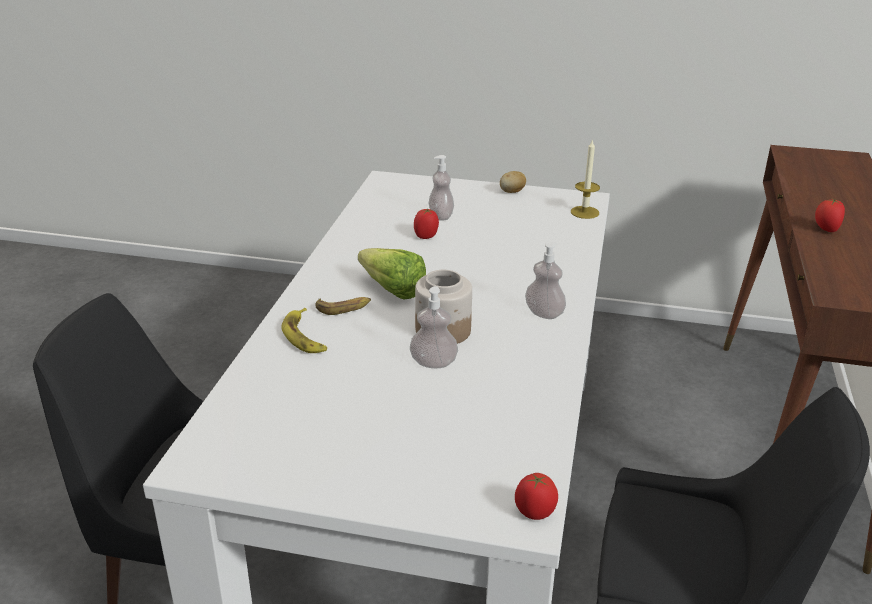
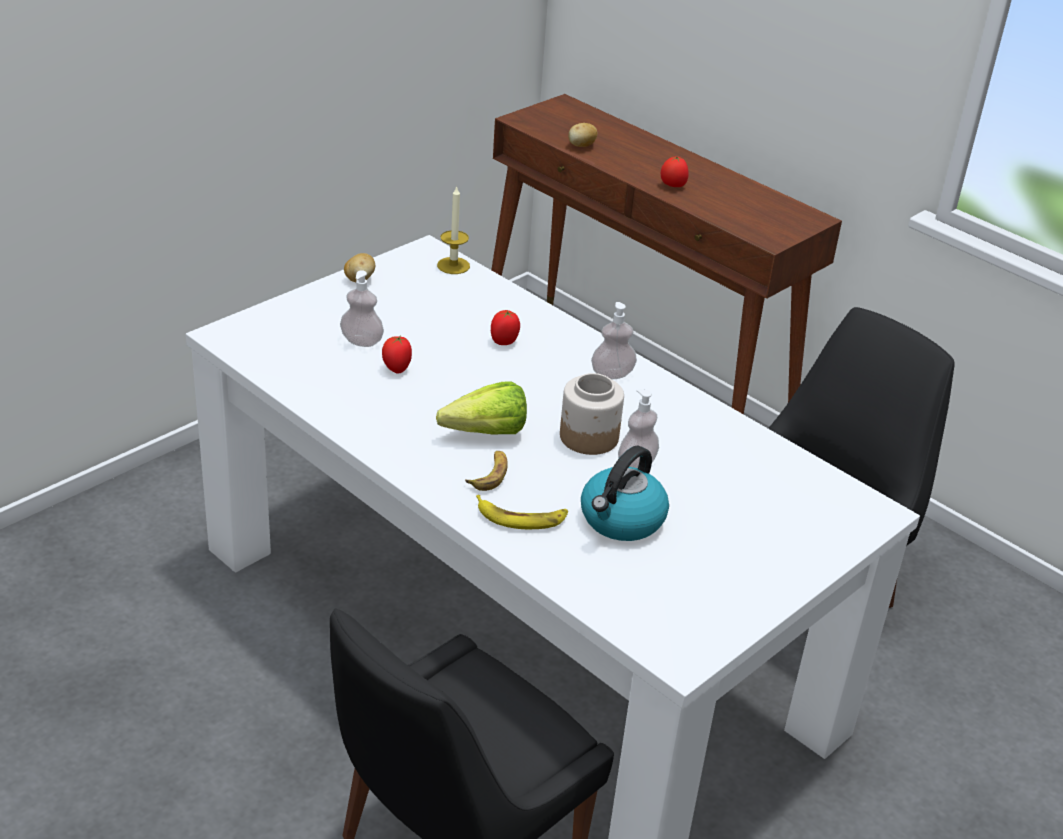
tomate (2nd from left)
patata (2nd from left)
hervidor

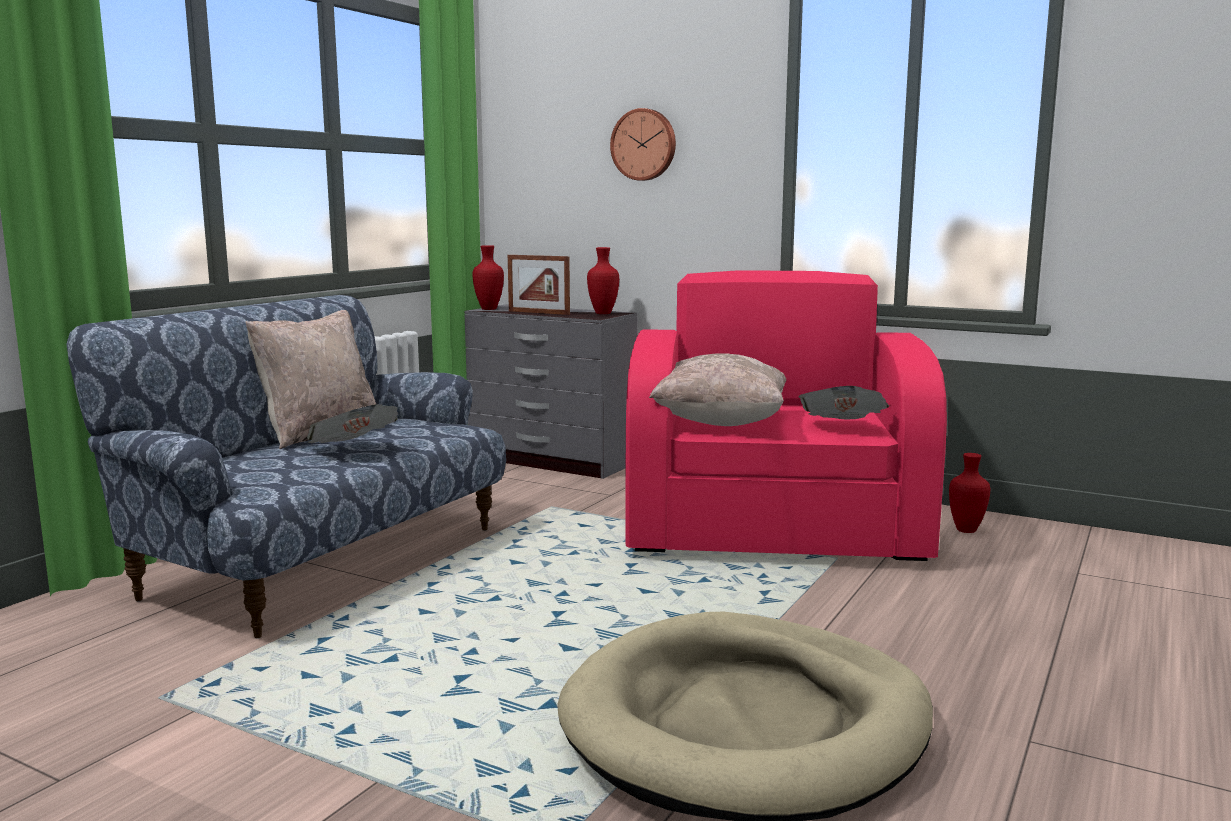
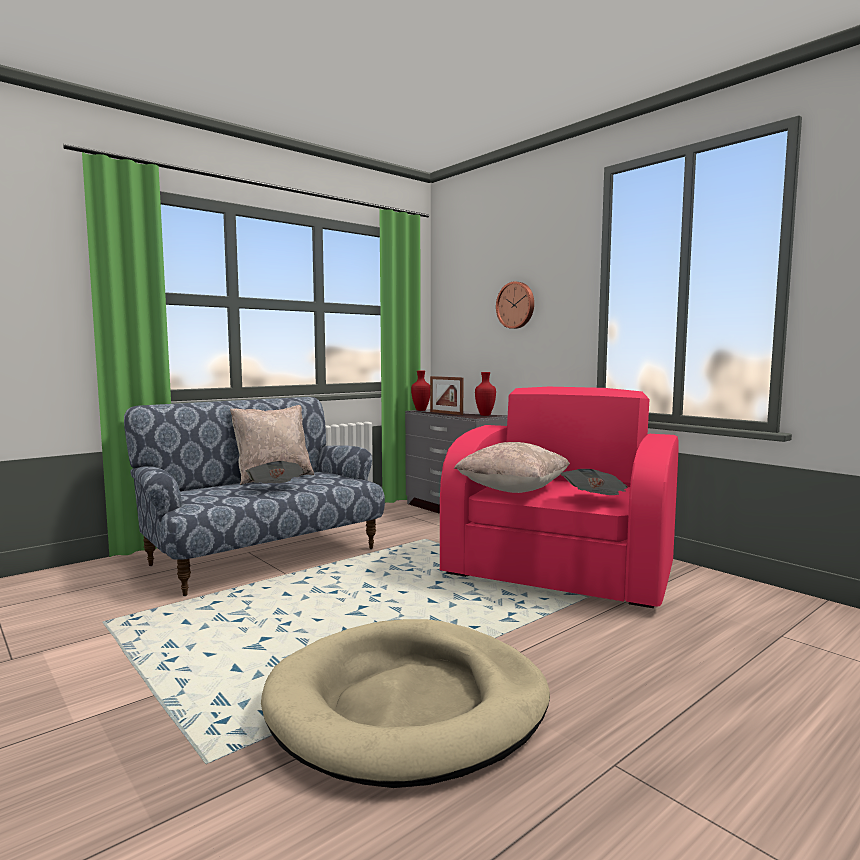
florero (rojo) (3rd from left in the first image)

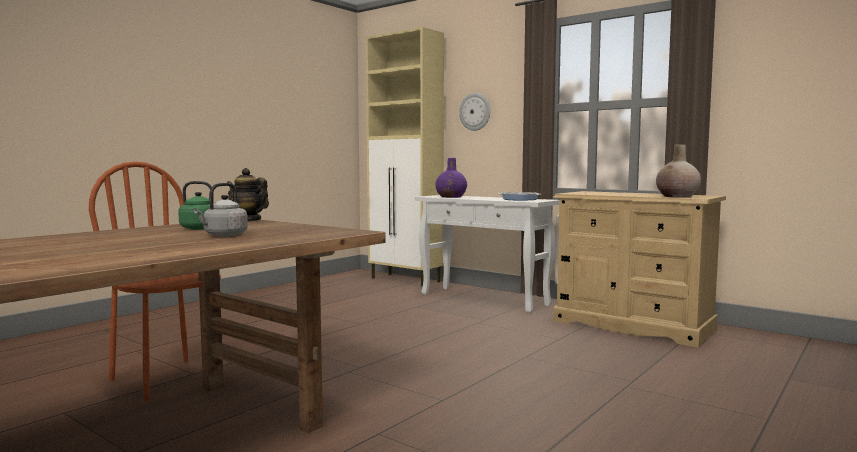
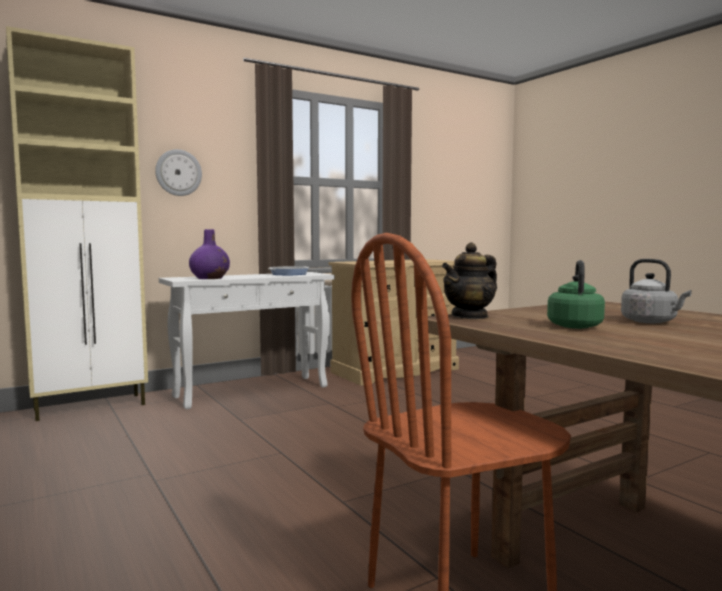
florero (beis)

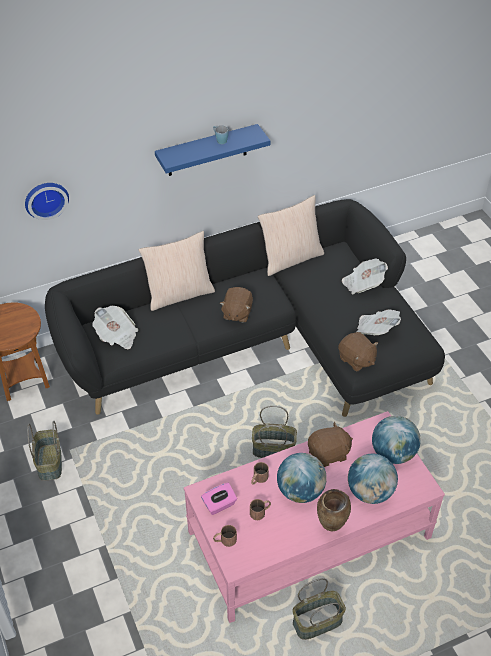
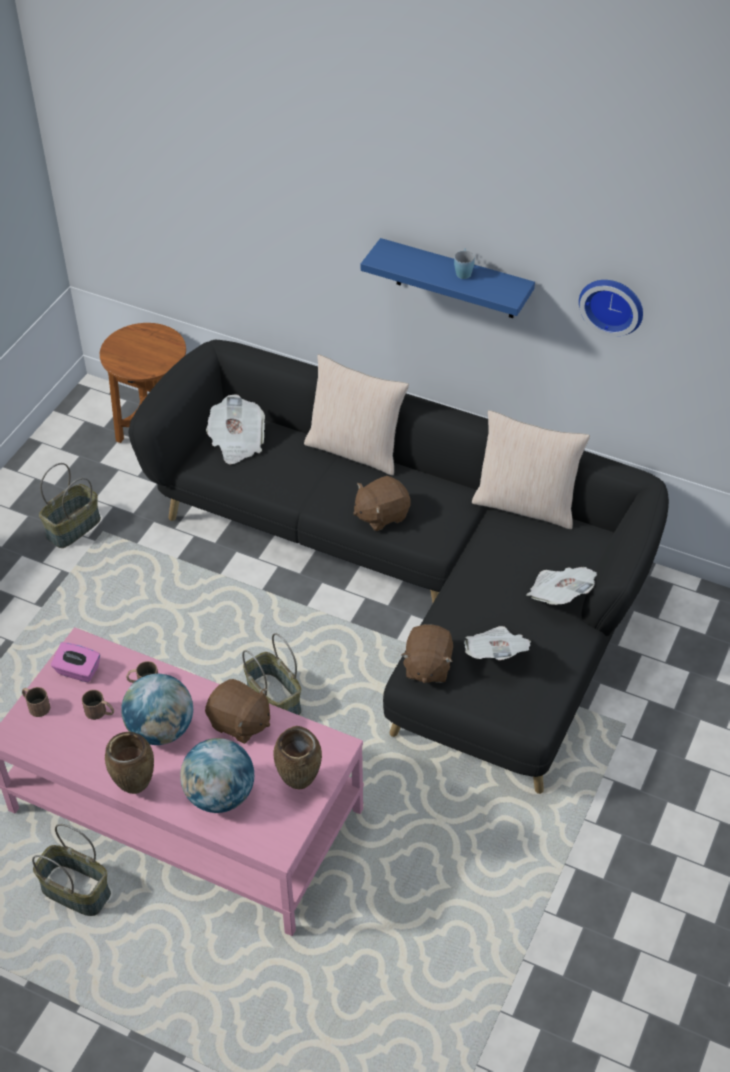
florero (marrón) (2nd from left)
reloj de pared

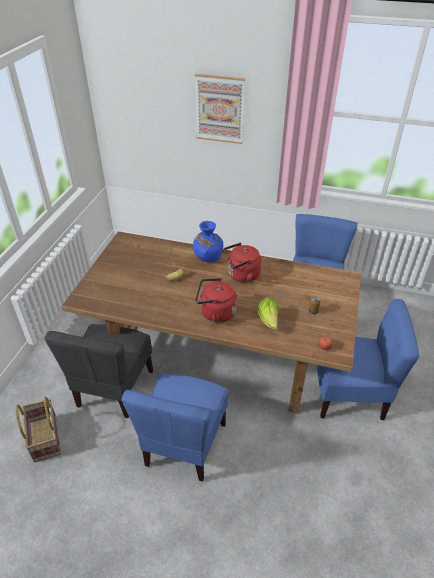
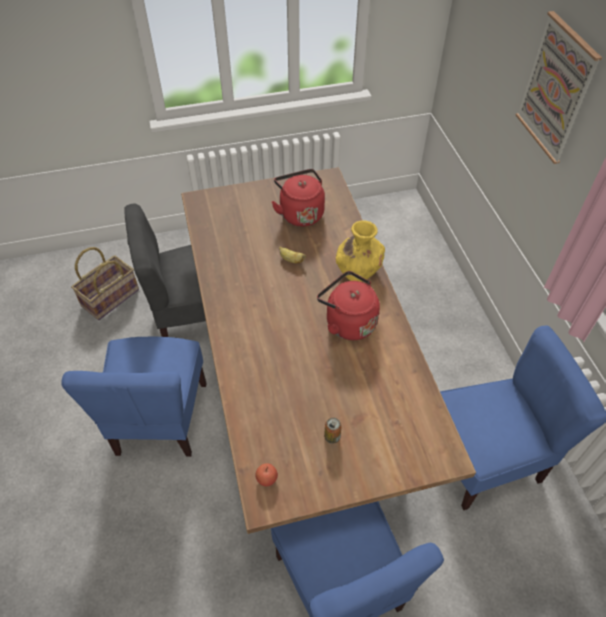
silla (azul) (1st from left)
hervidor (rojo) (1st from left)
florero (amarillo)
lechuga

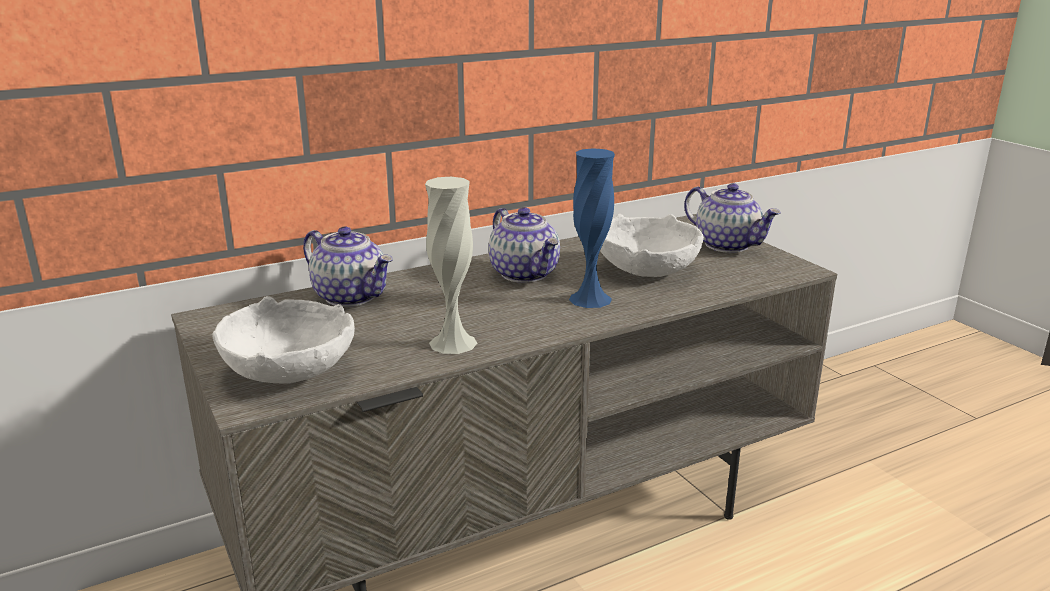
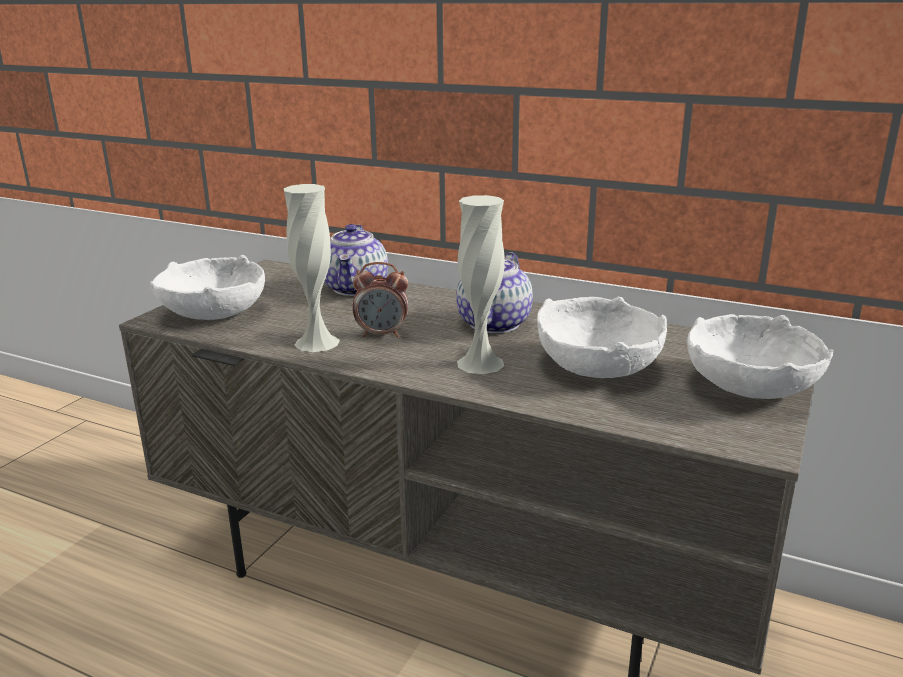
despertador
florero (blanco) (2nd from left)
cuenco (blanco) (3rd from left)

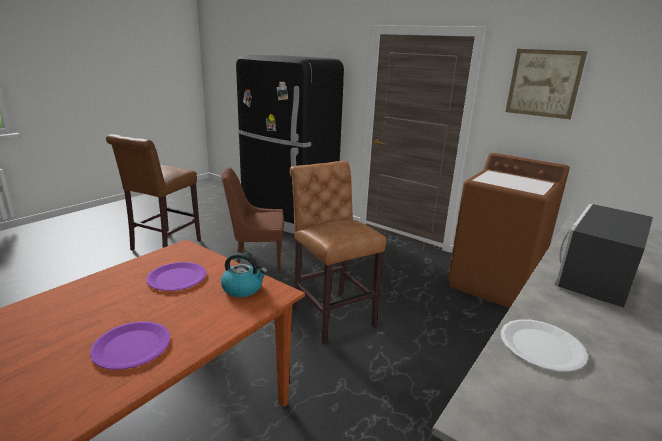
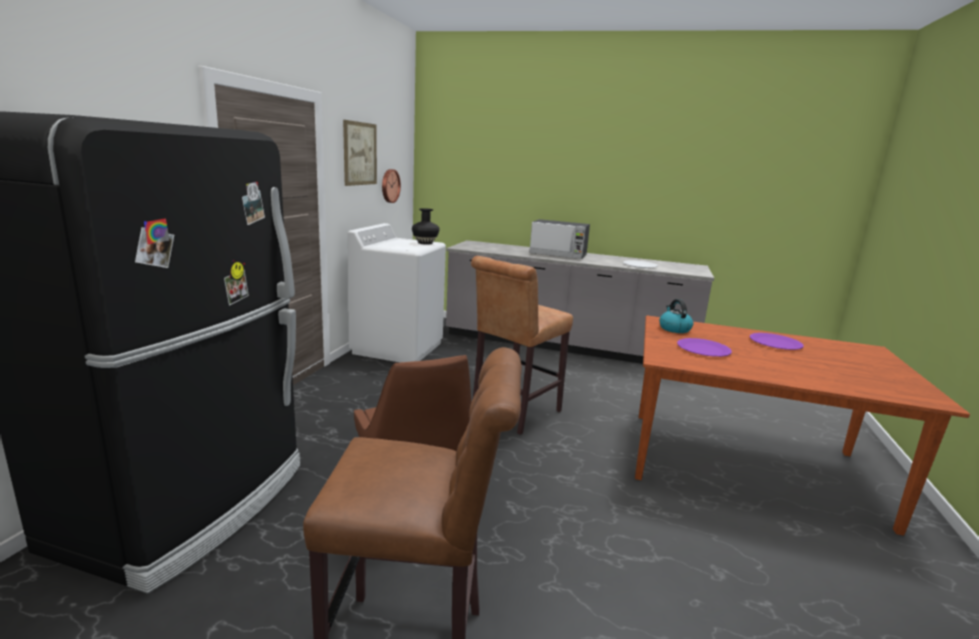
lavadora (blanco)
reloj de pared
florero (negro)

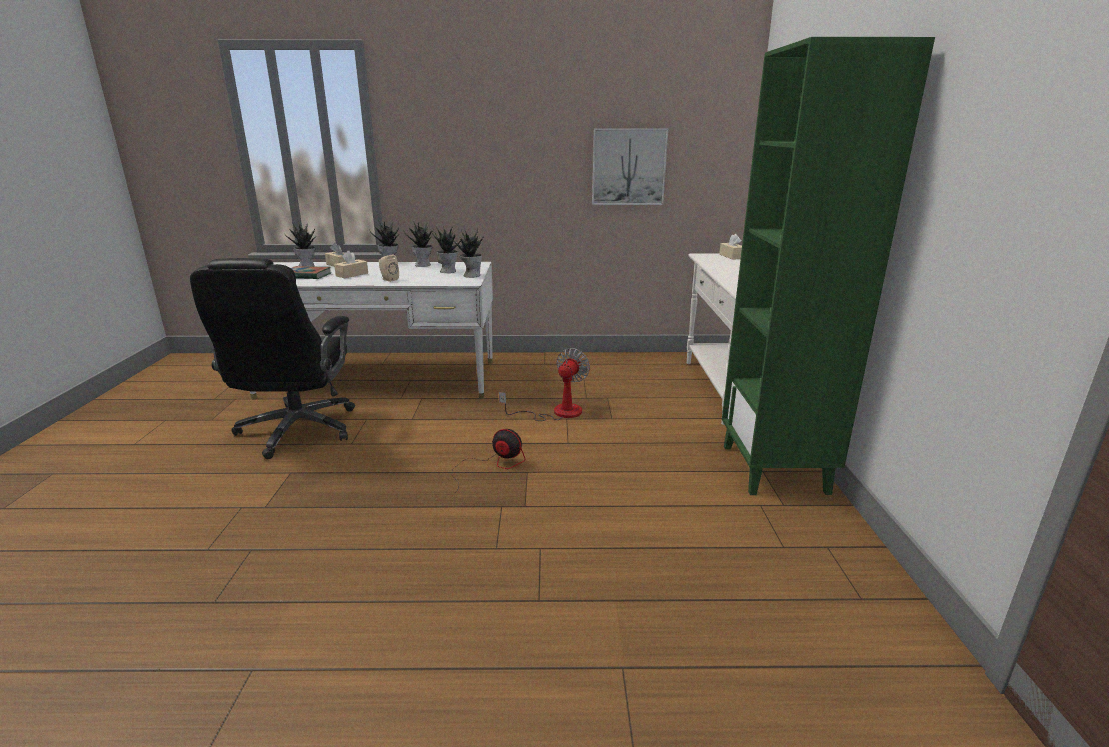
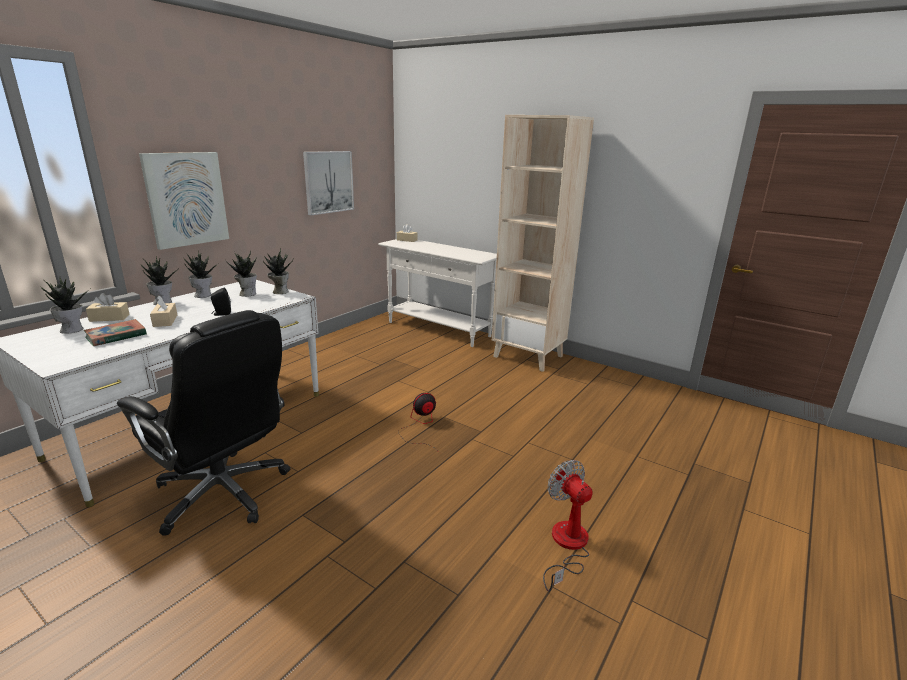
cuadro (1st from left)
altavoz (negro)
estantería (beis)
ventilador (2nd from left)

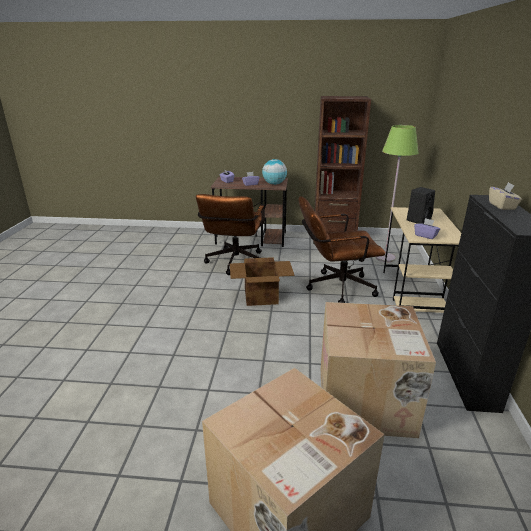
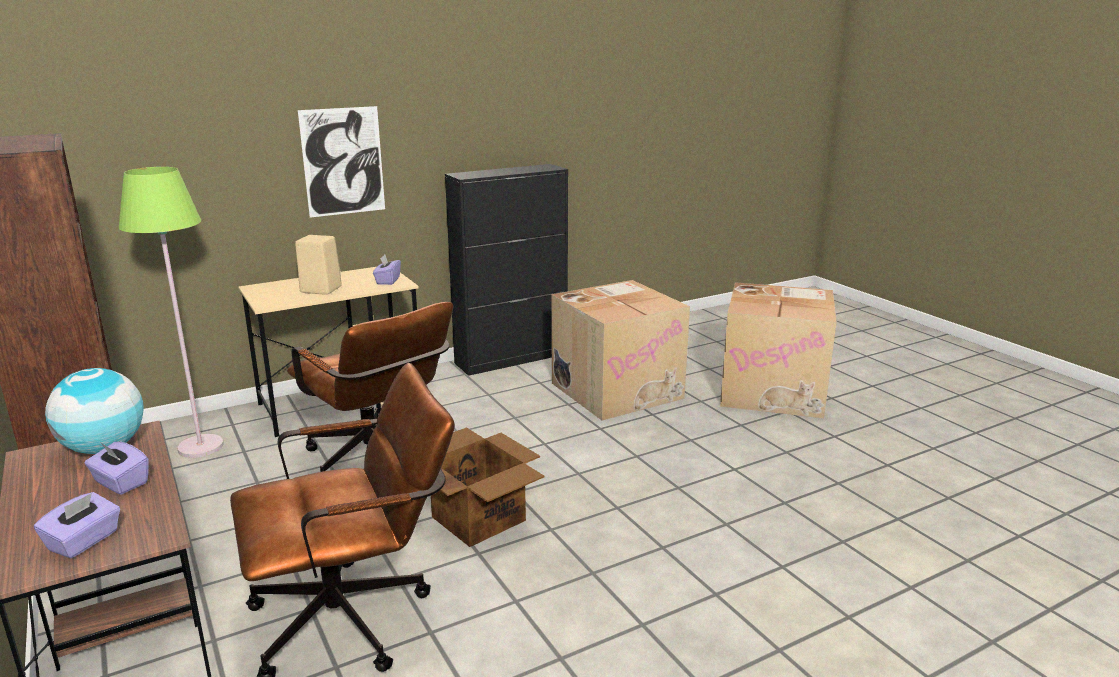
altavoz (beis)
cuadro
caja de pañuelos (beis)

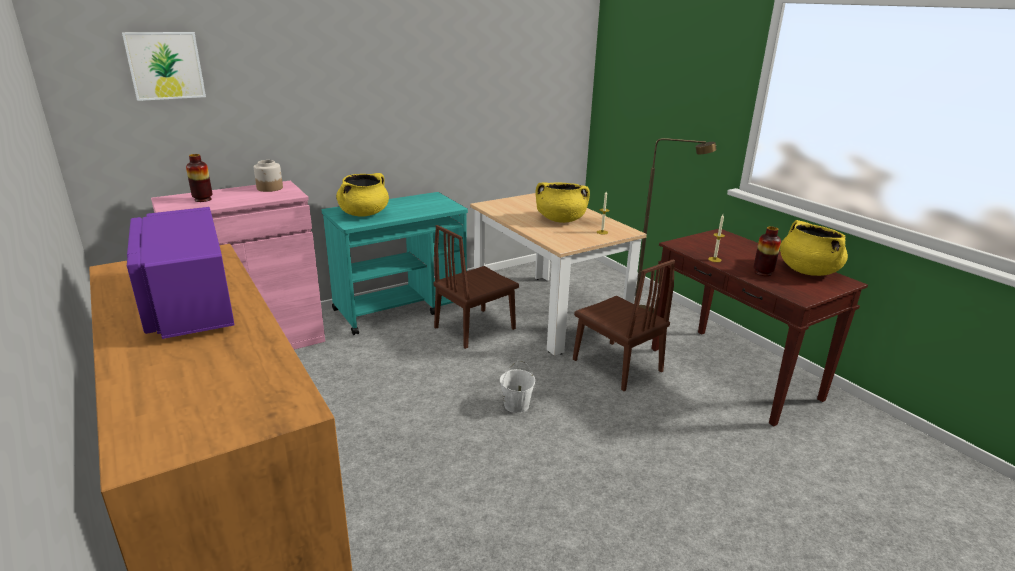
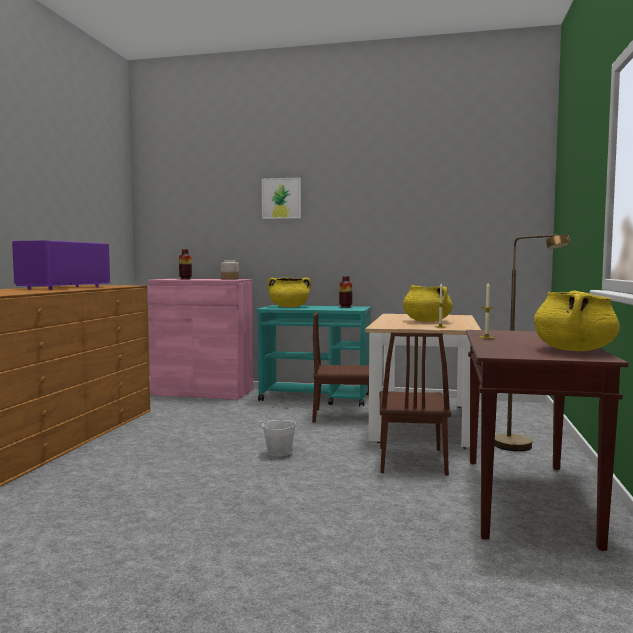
cuadro
florero (2nd from left)

